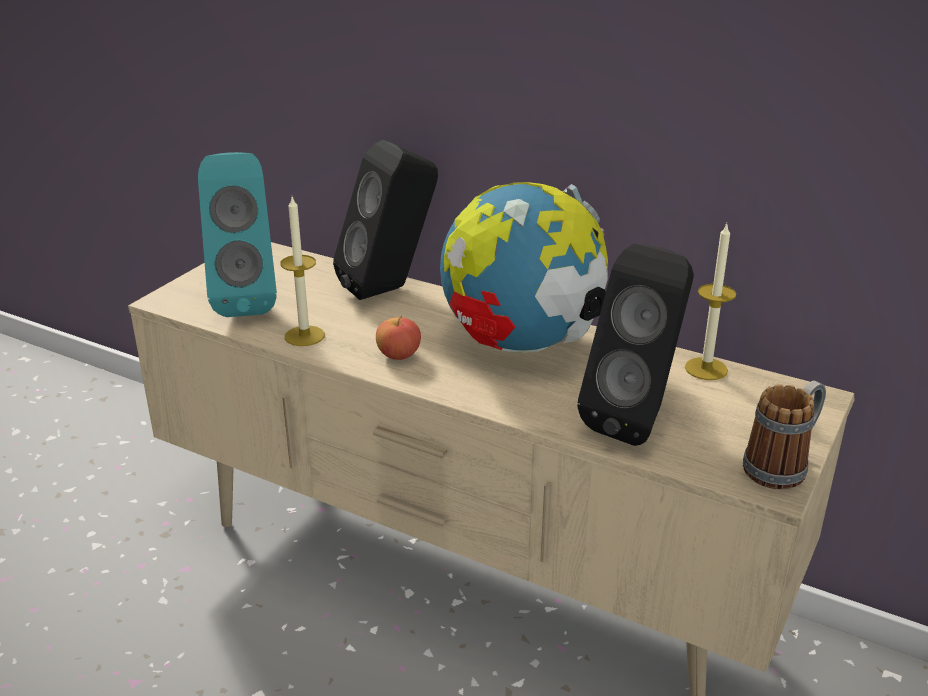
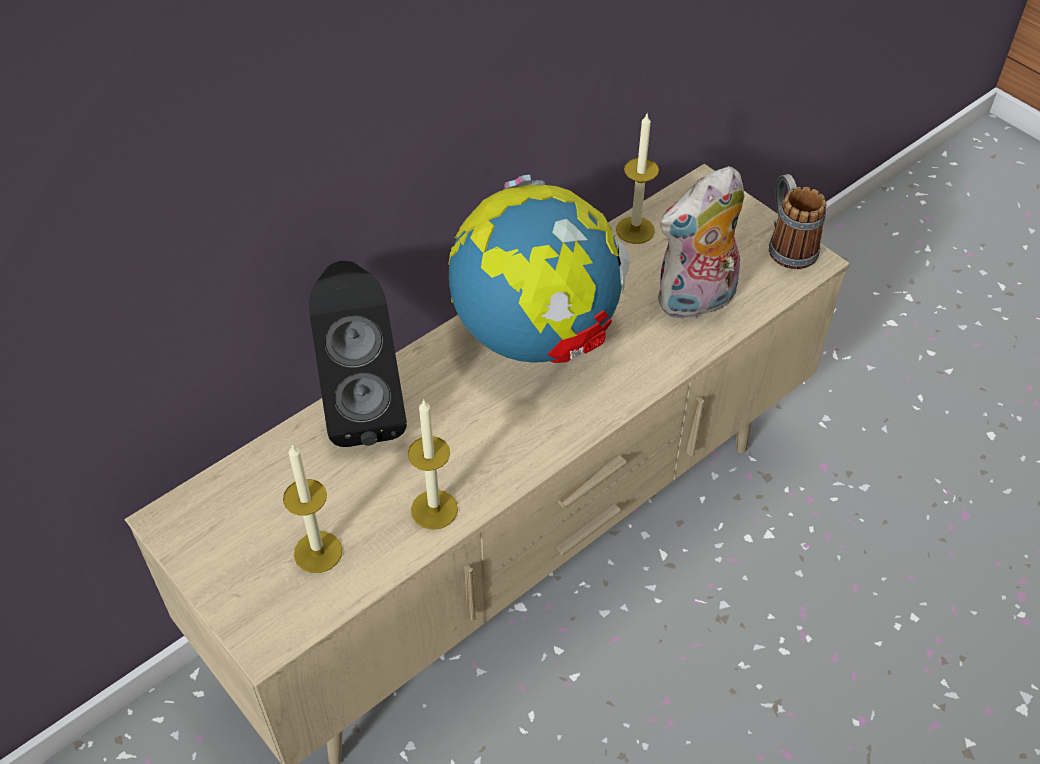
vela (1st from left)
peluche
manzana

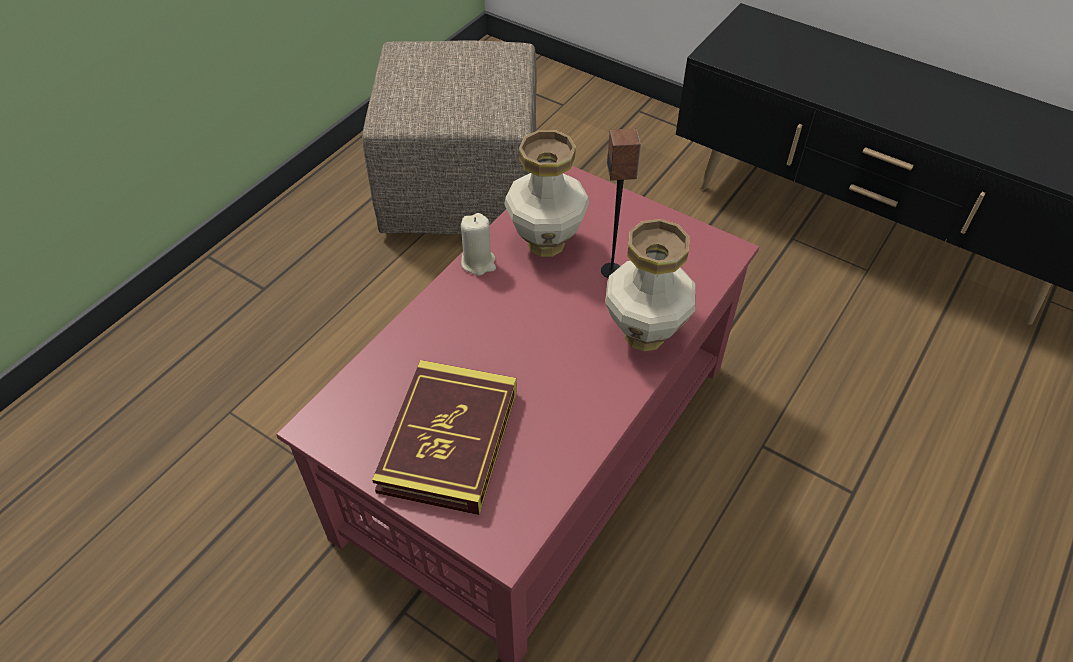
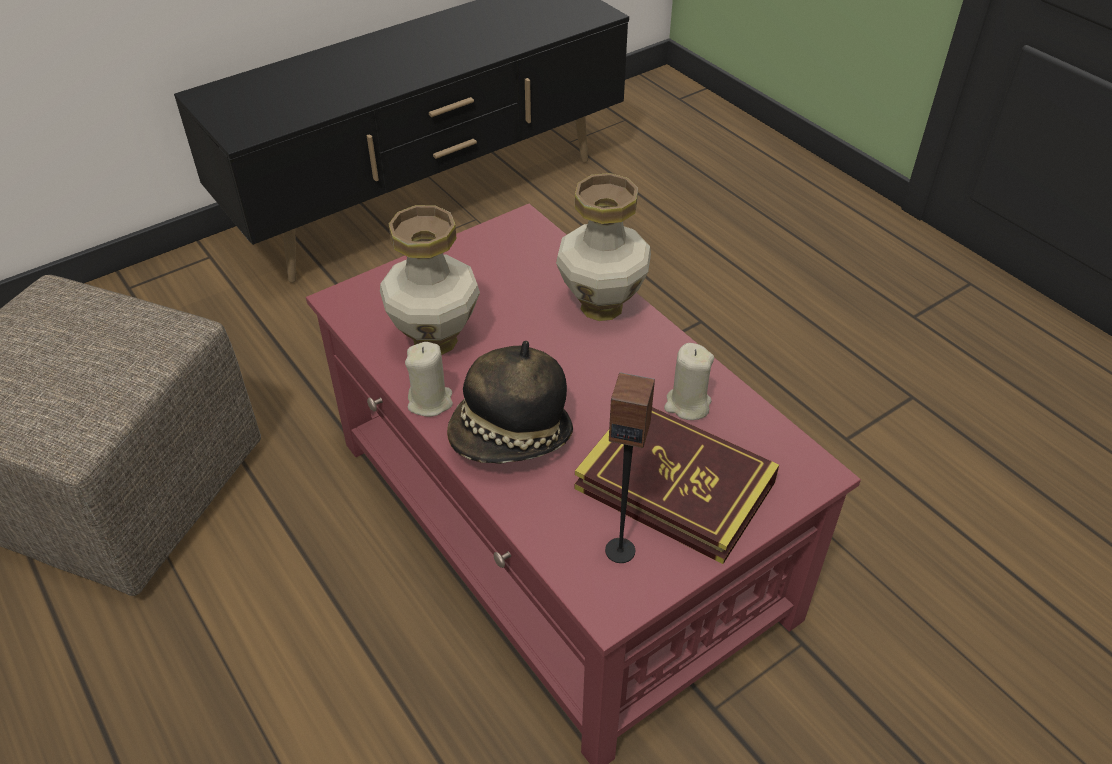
sombrero
altavoz
vela (beis) (2nd from left)

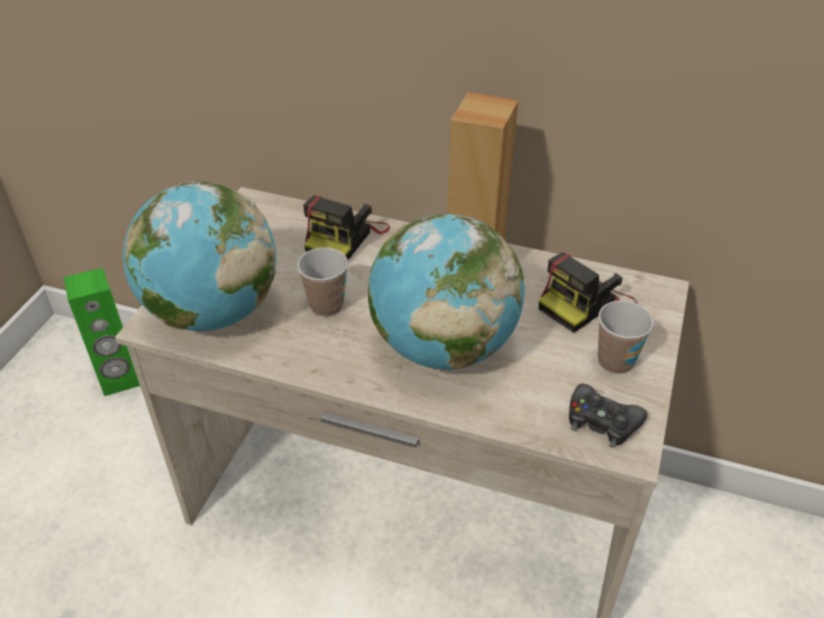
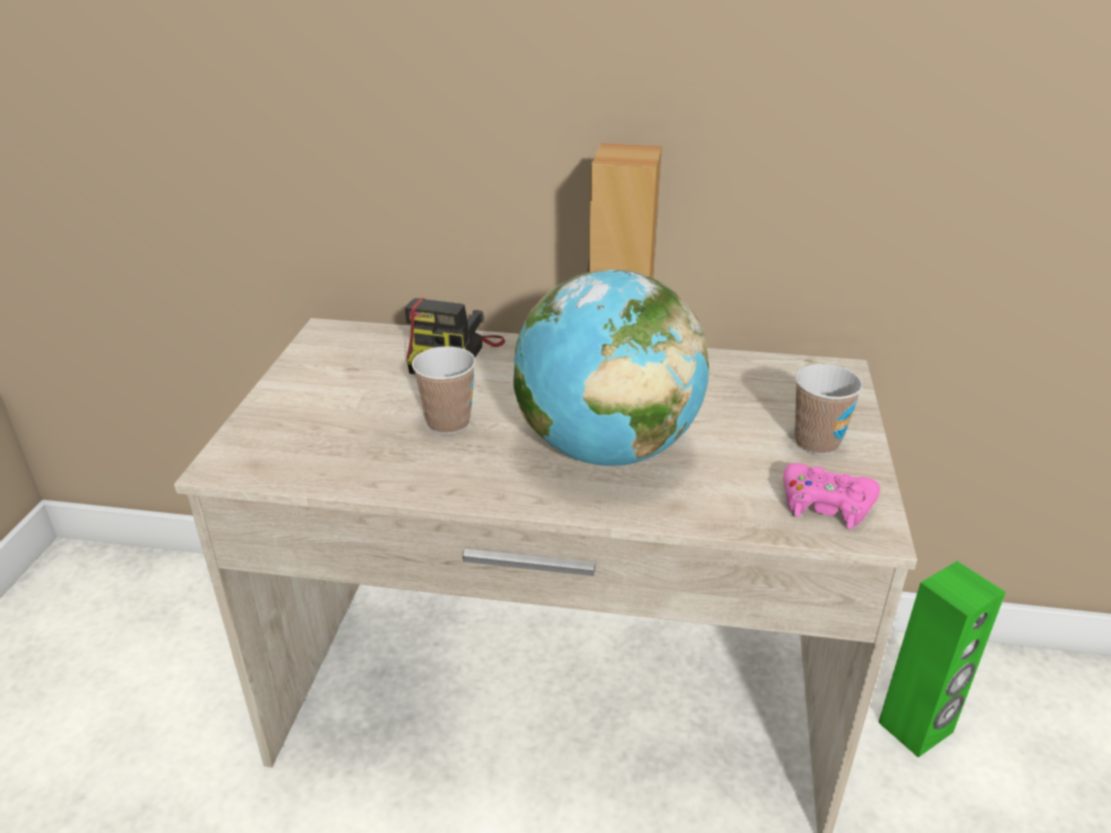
mando de consola (rosa)
altavoz (verde)
globo terráqueo (1st from left in the first image)
cámara (2nd from left in the first image)

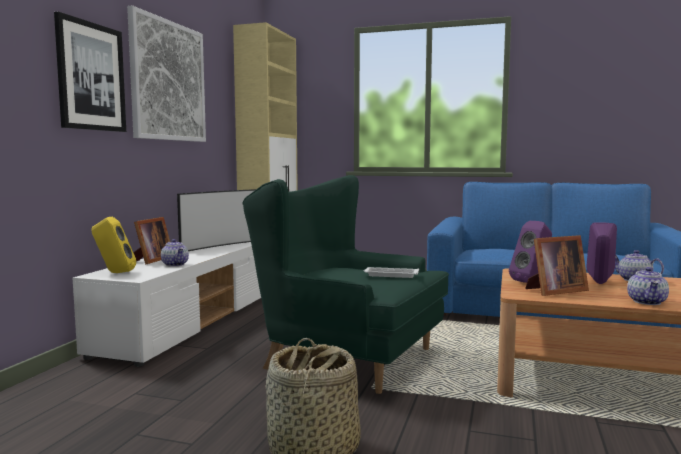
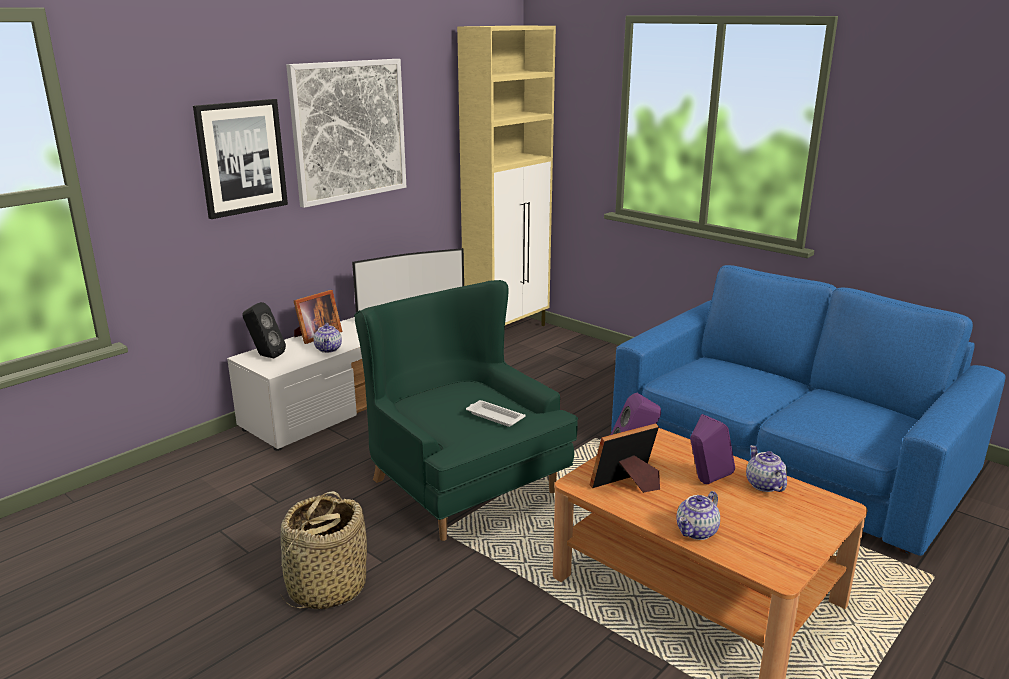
altavoz (negro)
portarretratos (2nd from left)

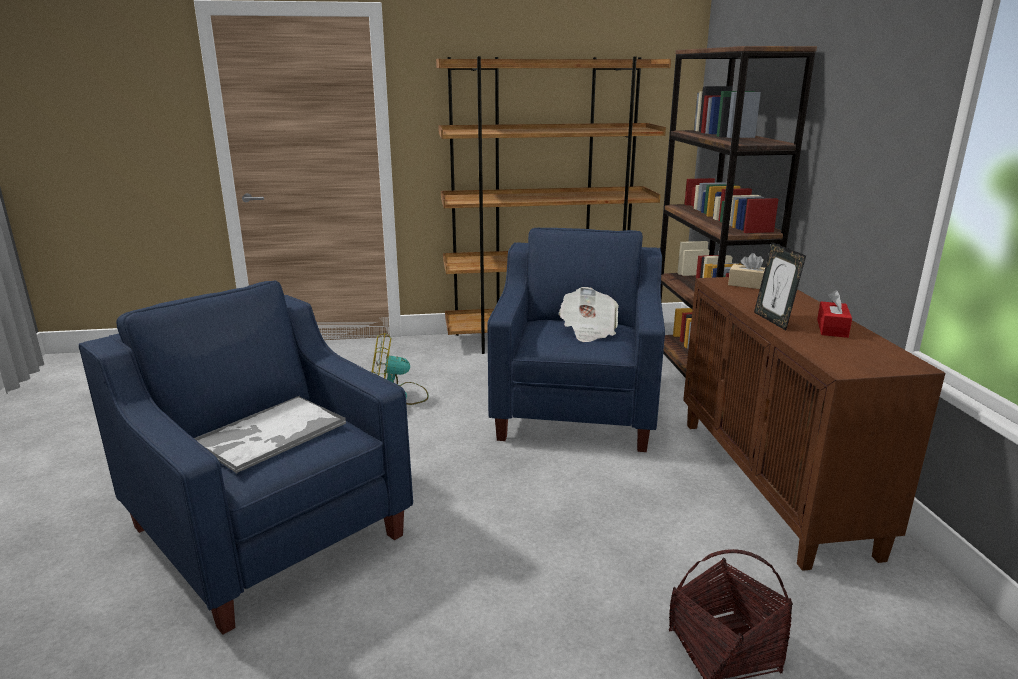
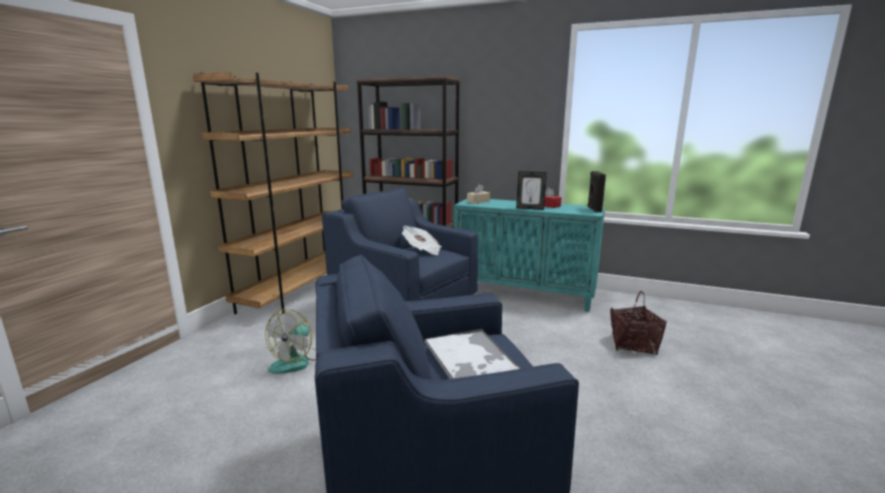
armario (turquesa)
altavoz (negro)

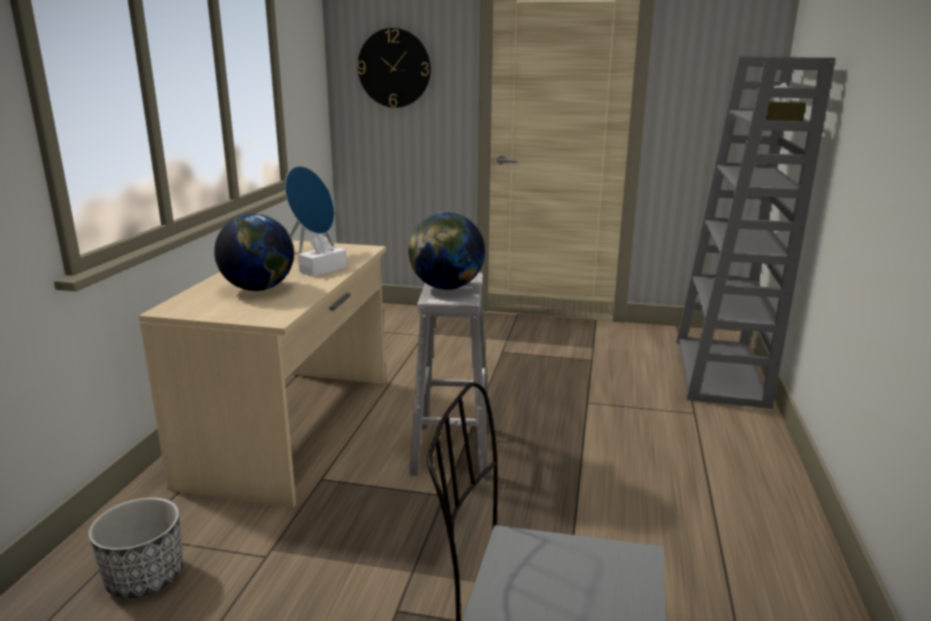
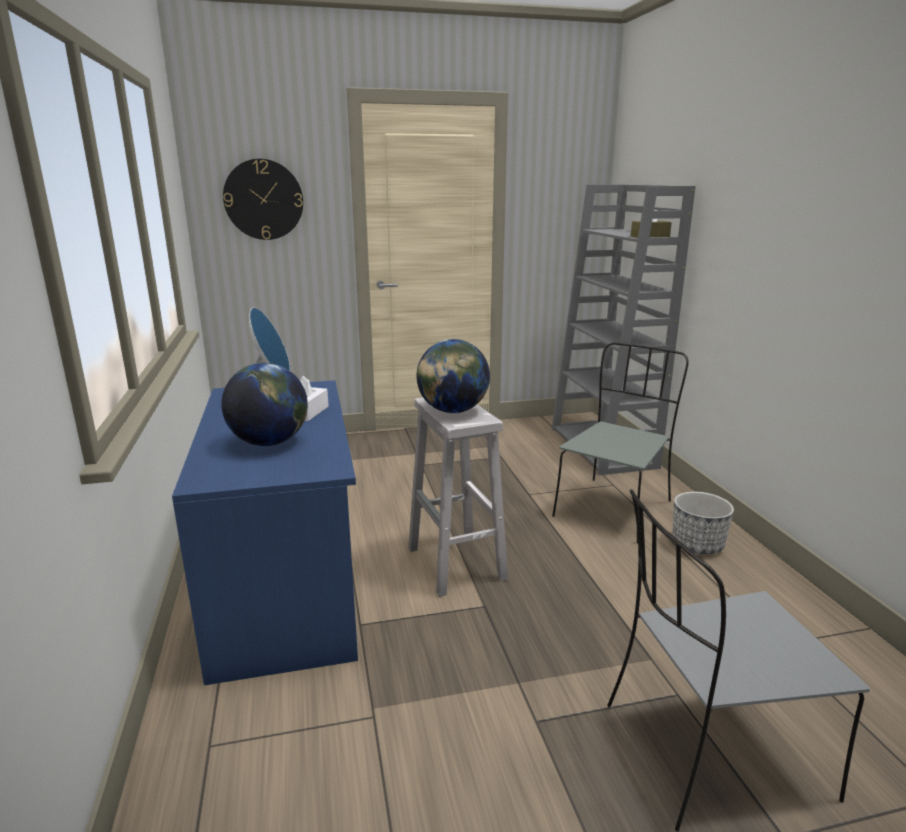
escritorio (azul)
silla (gris) (1st from left)
maceta

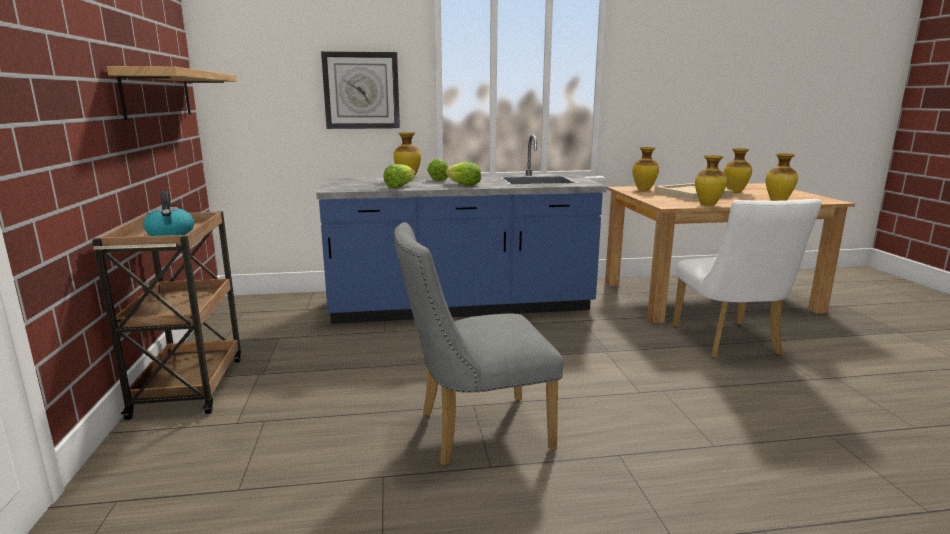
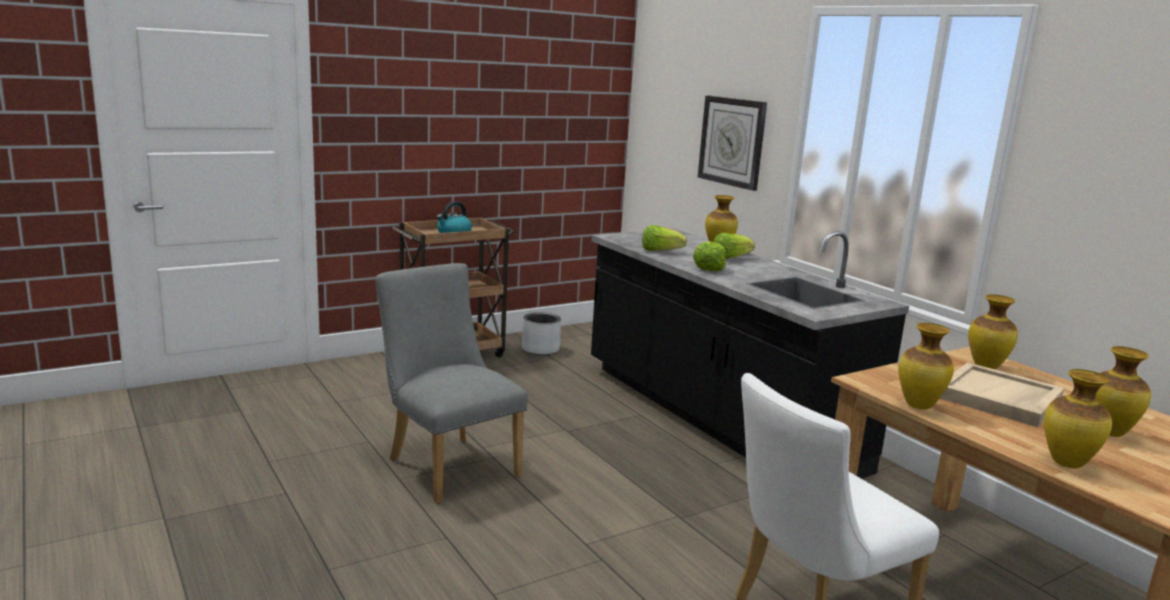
maceta (gris)
mueble bajo de cocina (negro)
estante

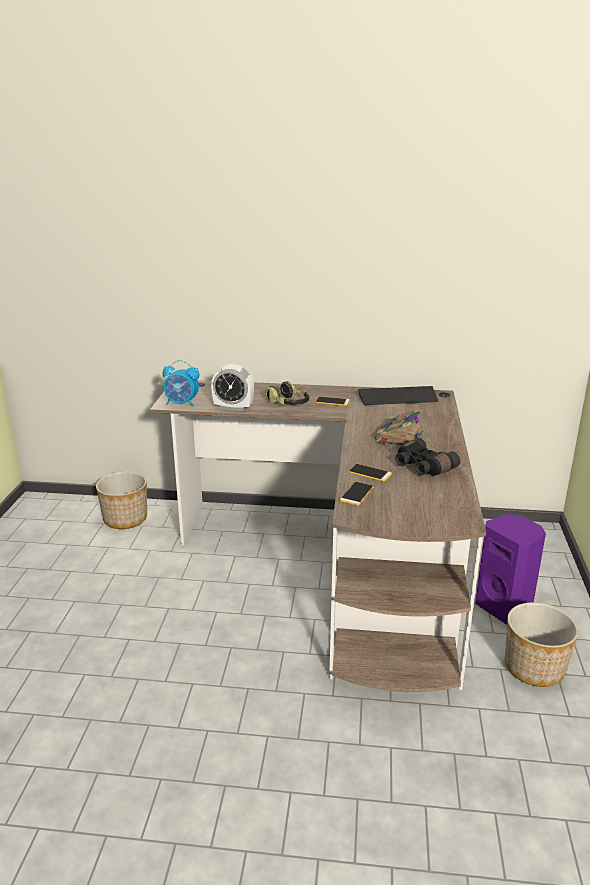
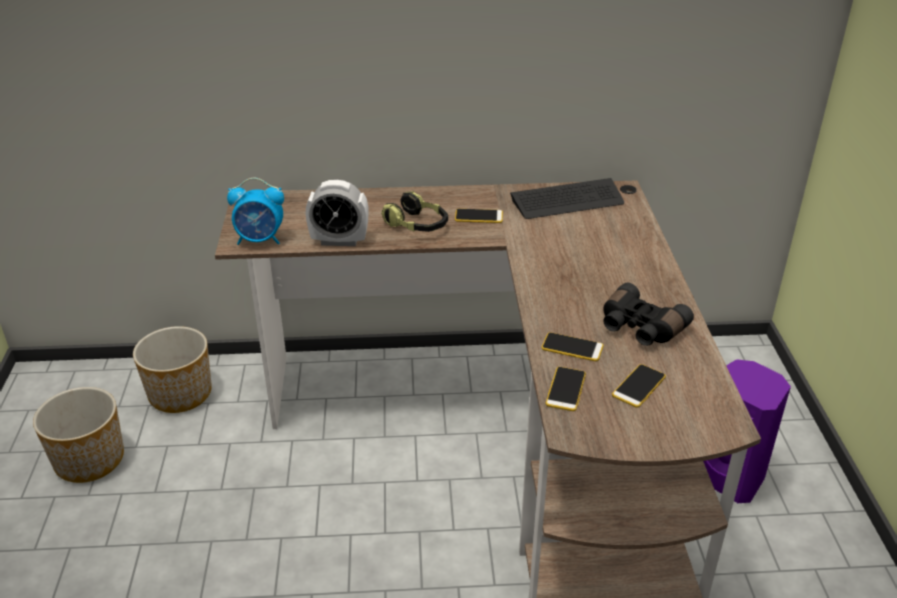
maceta (1st from left)
móvil (4th from left)
libro

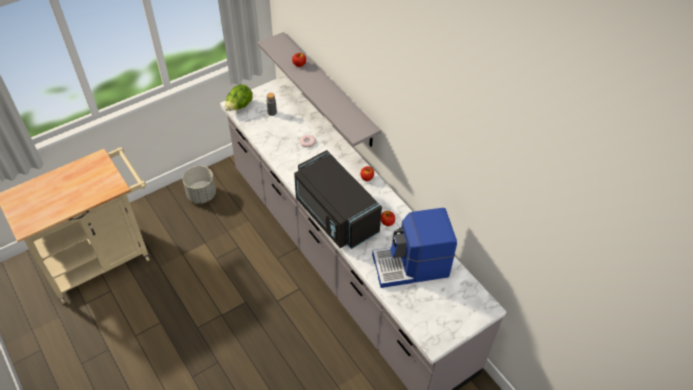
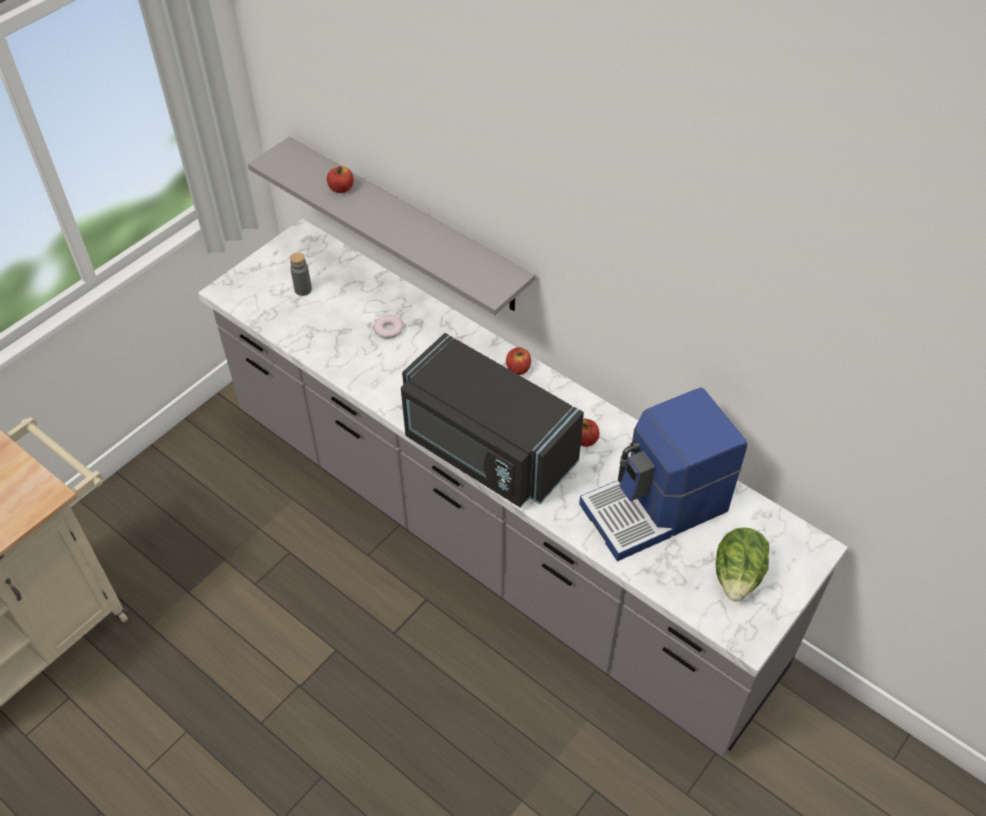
lechuga
maceta (gris)

